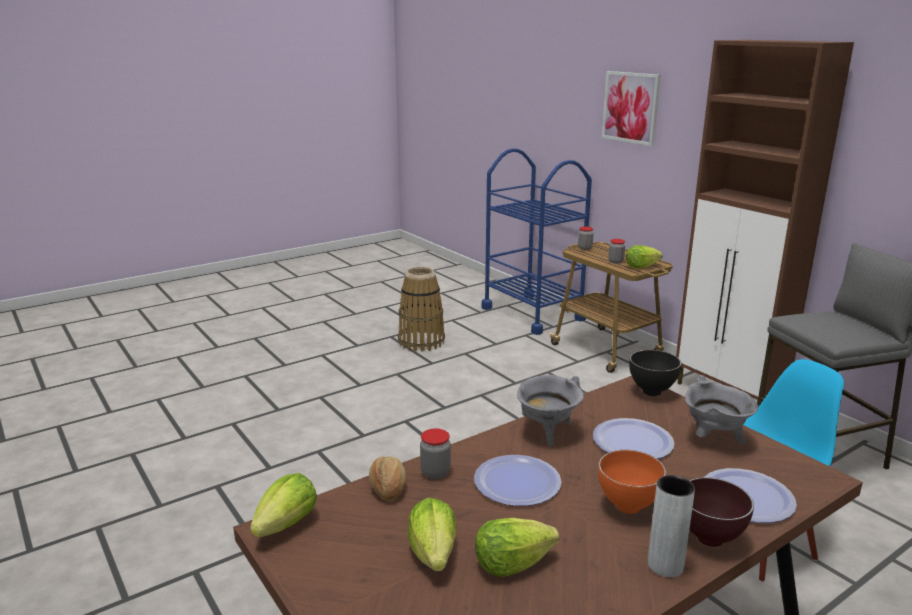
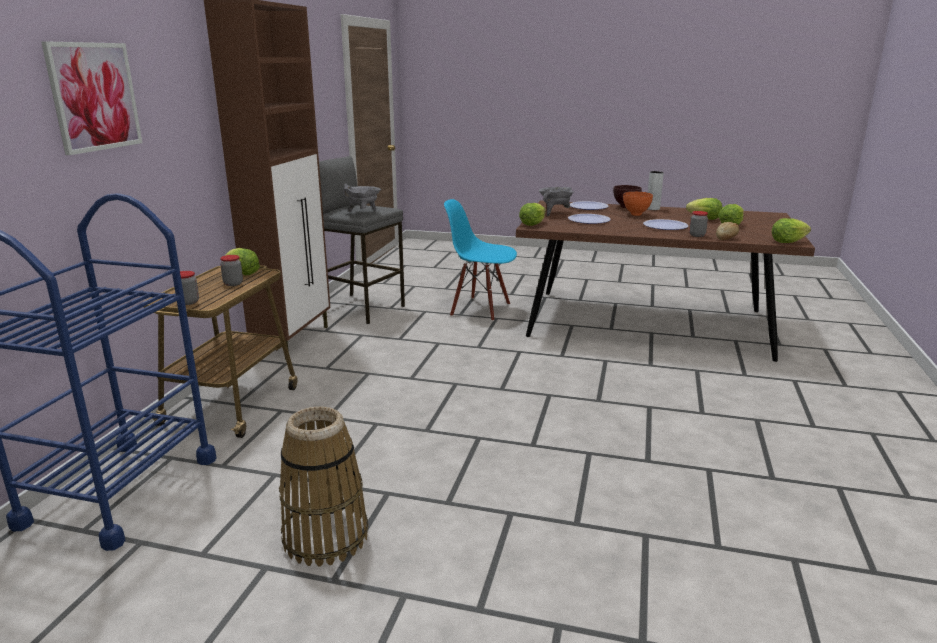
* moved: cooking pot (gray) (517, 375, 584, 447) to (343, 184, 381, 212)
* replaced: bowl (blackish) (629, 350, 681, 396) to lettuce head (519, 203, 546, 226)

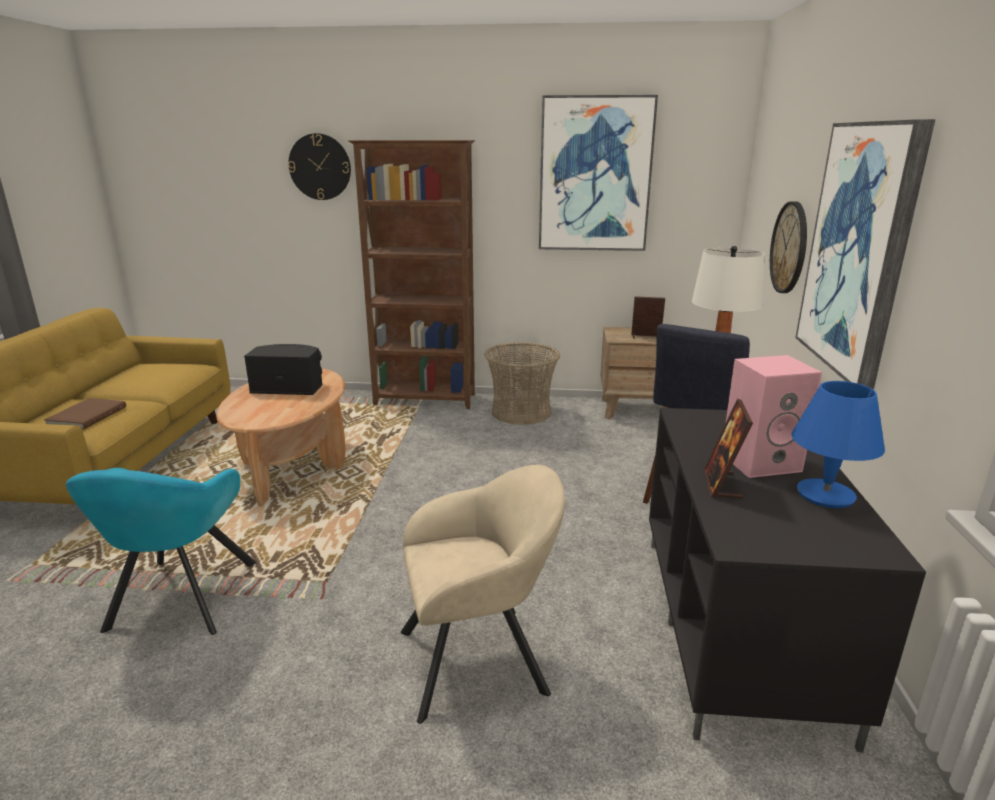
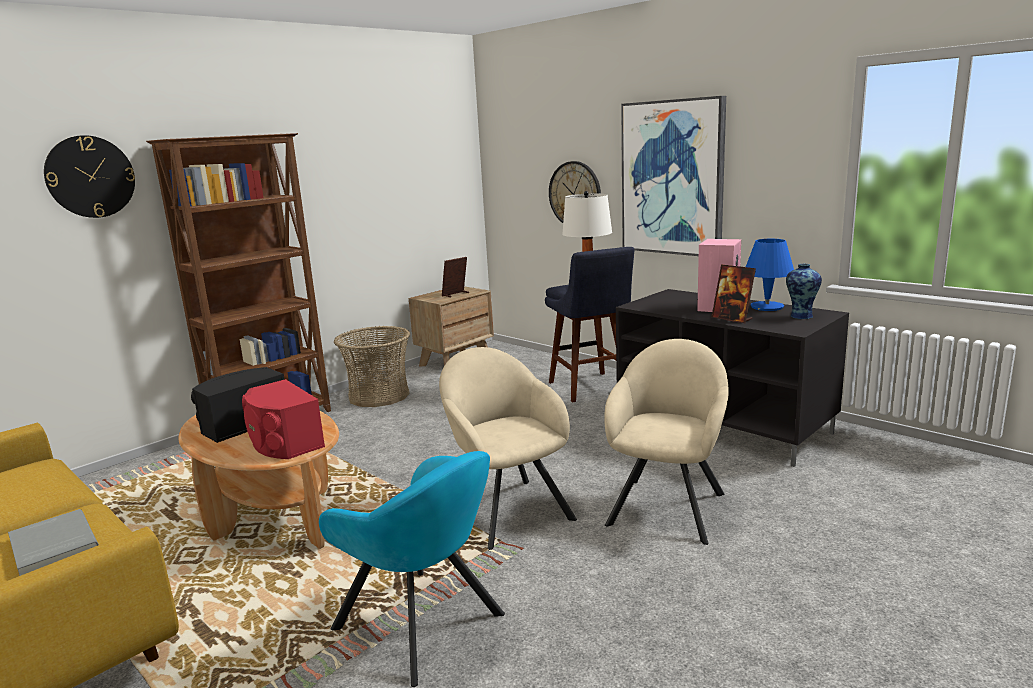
* recoloured: book (brownish) (44, 398, 126, 430) to book (gray) (8, 509, 99, 576)
* removed: wall picture (539, 95, 658, 251)
* added: loudspeaker (red) (242, 379, 325, 459)
* added: lounge chair (sand-coloured) (439, 347, 577, 550)
* added: decorative vase (786, 264, 822, 319)

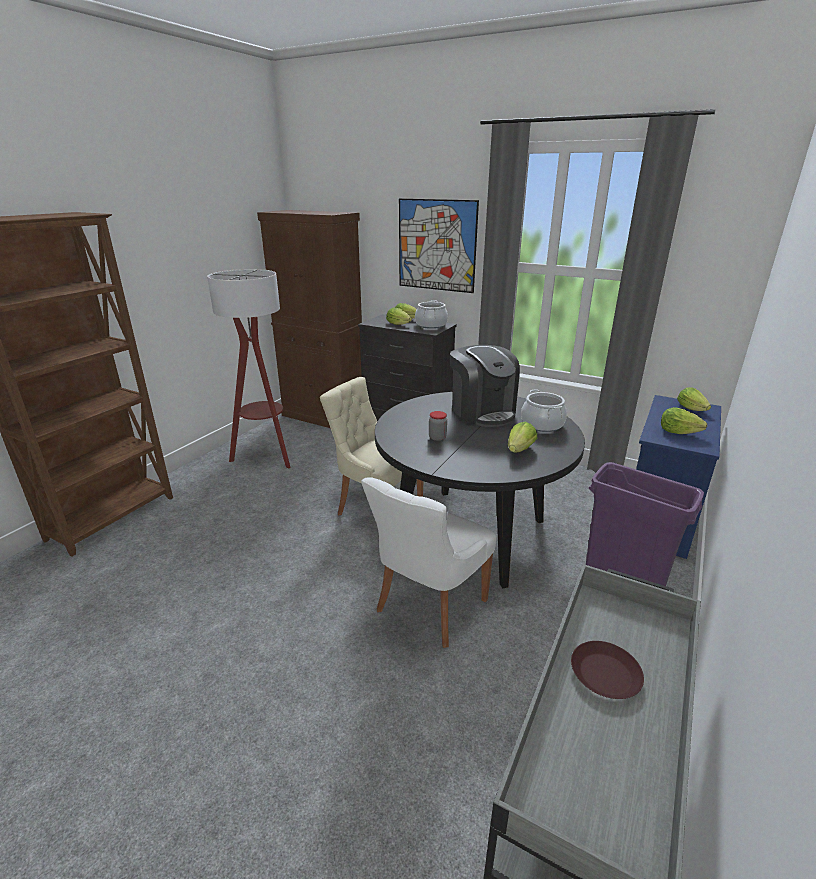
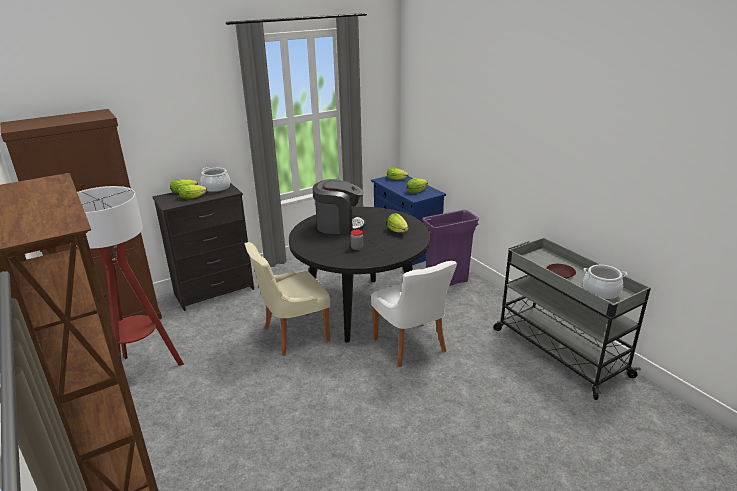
* removed: wall picture (399, 198, 479, 293)
* moved: cooking pot (521, 389, 567, 432) to (583, 265, 628, 300)

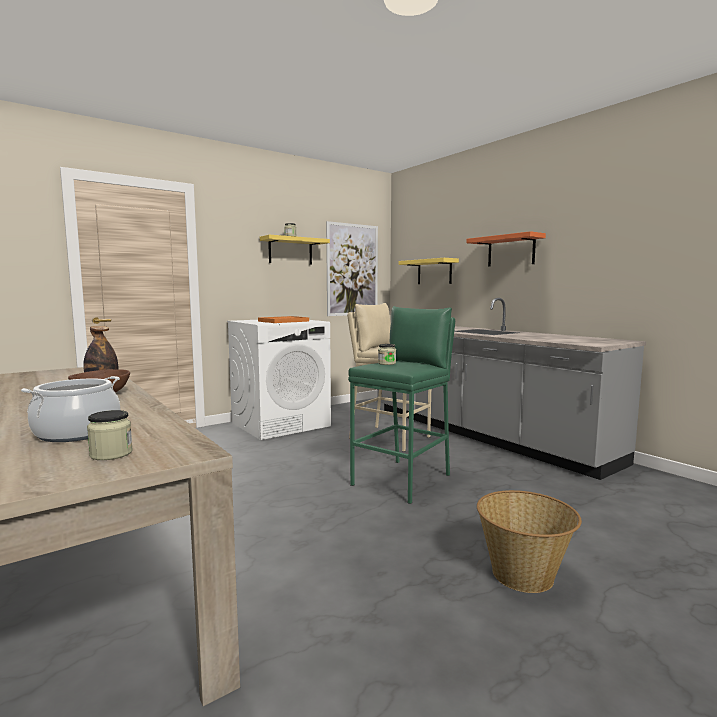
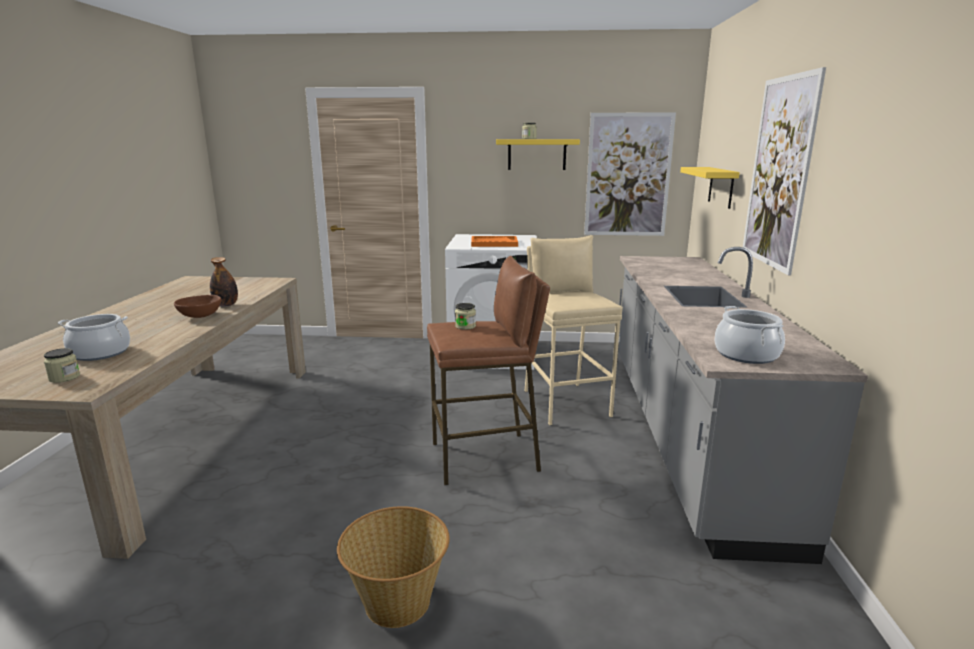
* recoloured: stool seat (green-coloured) (348, 306, 455, 504) to stool seat (brownish) (427, 256, 550, 485)
* replaced: bracket shelf (orange-coloured) (466, 231, 546, 266) to wall picture (743, 67, 826, 275)
* added: cooking pot (714, 306, 785, 364)

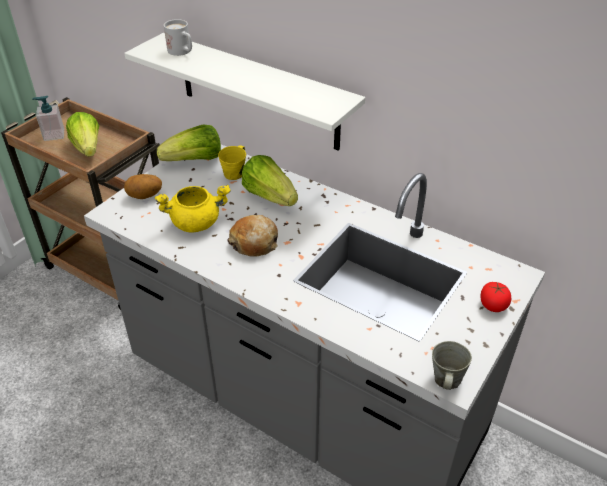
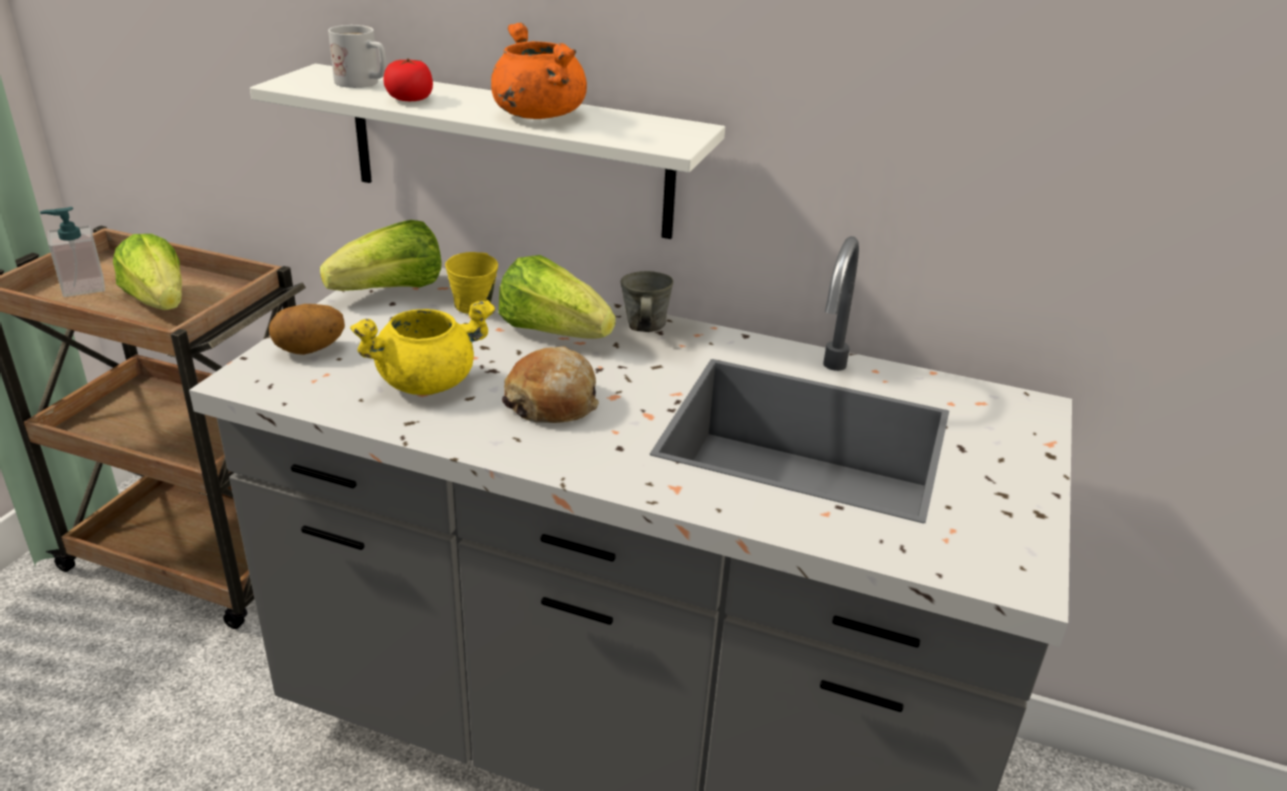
* moved: tea mug (gray) (432, 341, 472, 390) to (621, 271, 673, 332)
* moved: whole tomato (481, 282, 511, 312) to (383, 58, 433, 101)
* added: cooking pot (orange-coloured) (491, 23, 587, 119)

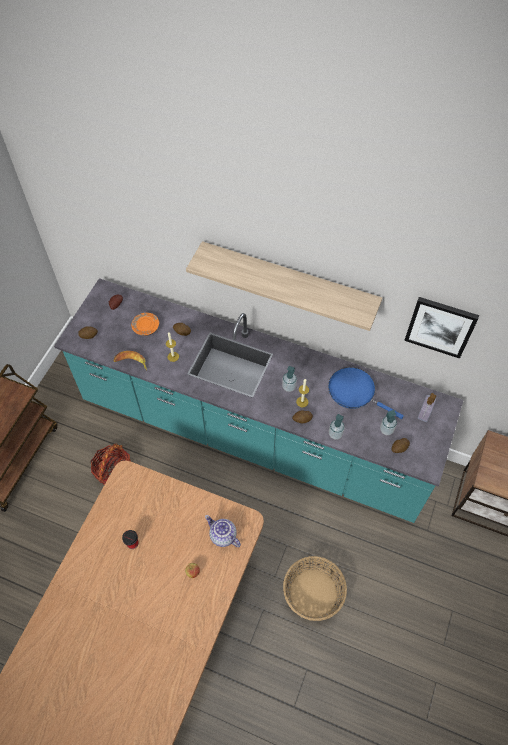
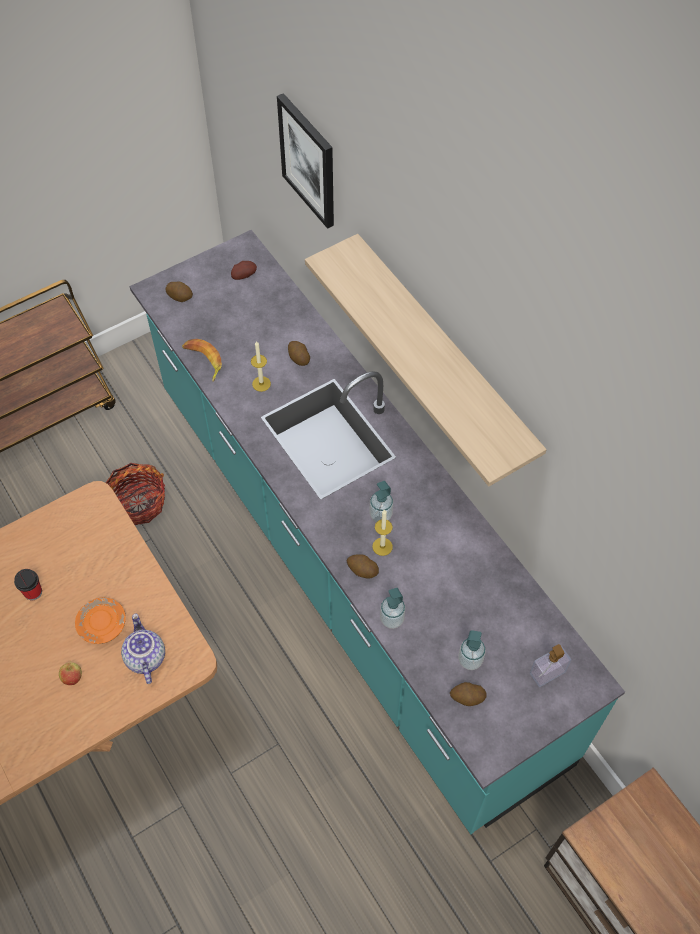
* moved: flat dish (orange-coloured) (131, 313, 159, 336) to (75, 598, 126, 644)
* removed: household basket (283, 556, 347, 621)
* removed: frying pan (bluish) (328, 367, 404, 419)
* moved: wall picture (404, 297, 479, 359) to (277, 93, 334, 229)

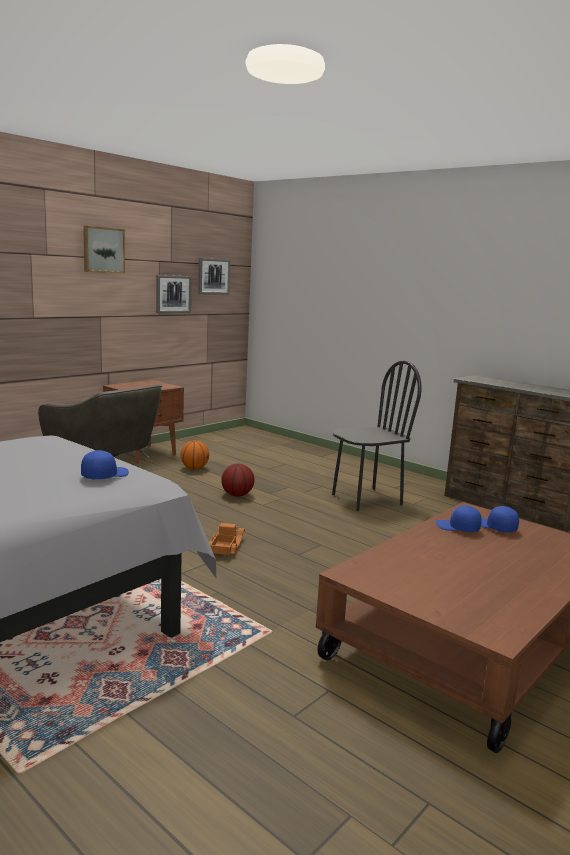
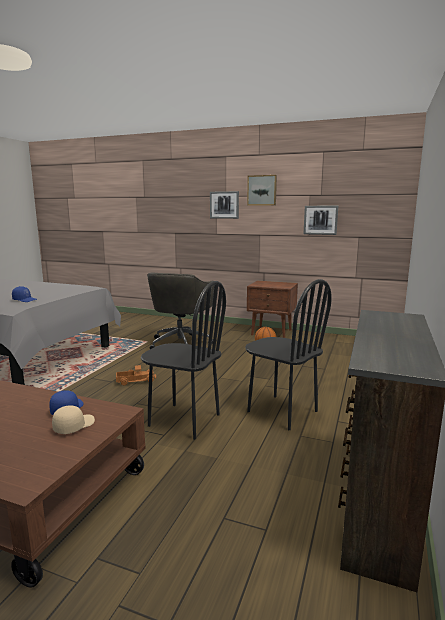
* moved: wall picture (198, 258, 231, 295) to (210, 191, 239, 219)
* removed: ball for basketball (221, 463, 255, 497)
* recoloured: peaked cap (bluish) (481, 506, 519, 533) to peaked cap (sand-coloured) (52, 405, 95, 434)
* added: upright chair (blackish) (141, 281, 226, 440)

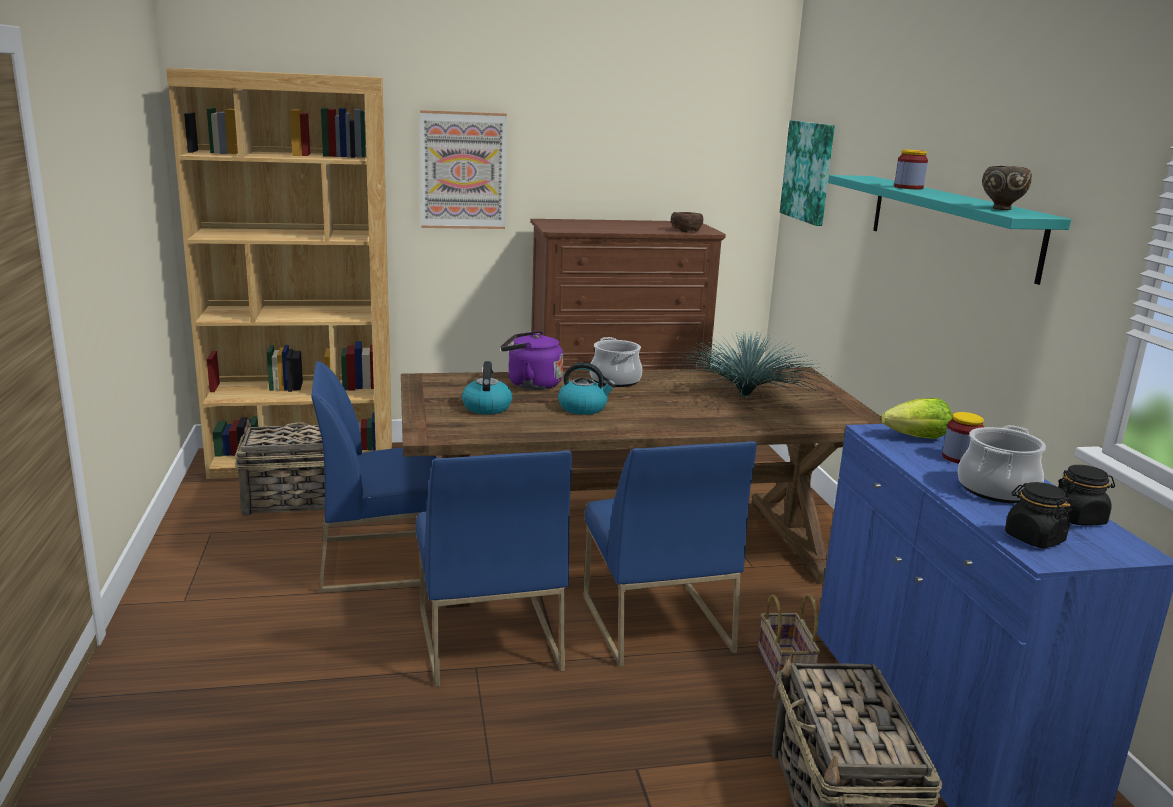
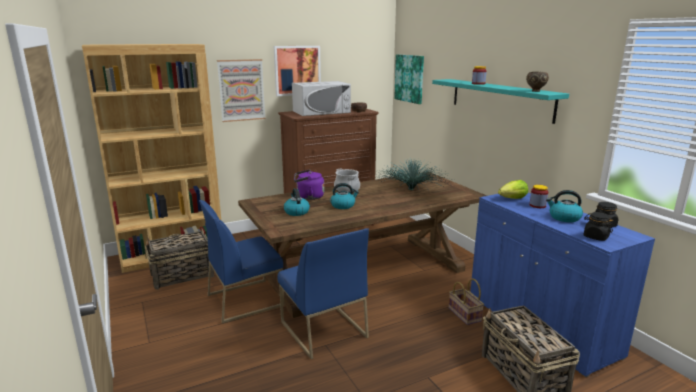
* removed: upright chair (bluish) (584, 441, 757, 667)
* replaced: cooking pot (958, 425, 1046, 503) to tea kettle (546, 190, 583, 222)
* added: wall picture (274, 46, 321, 96)
* added: kitchen microwave (whitish) (292, 81, 351, 116)

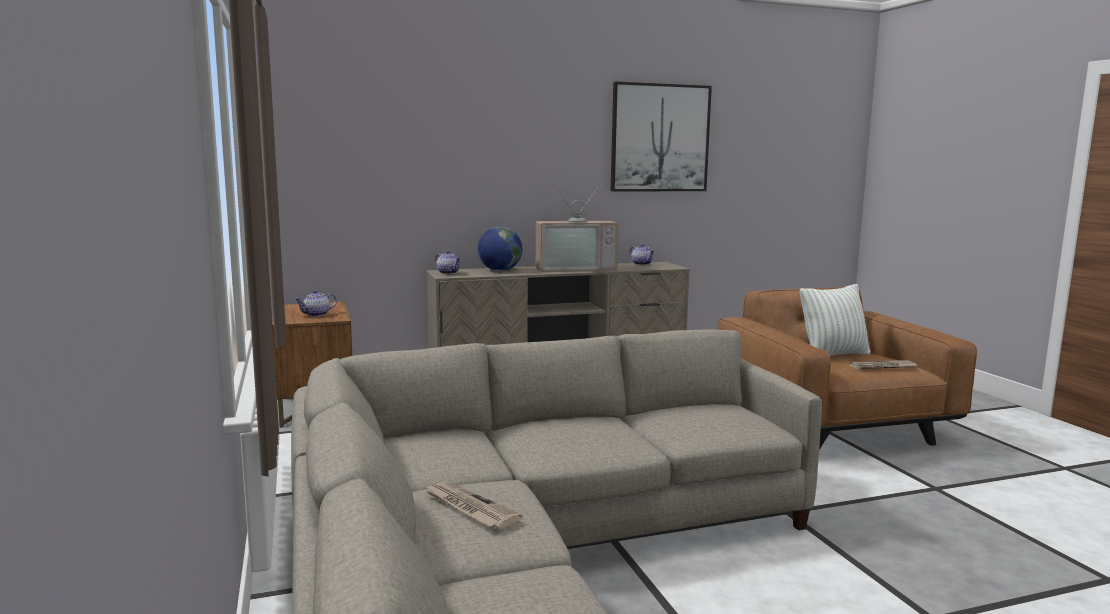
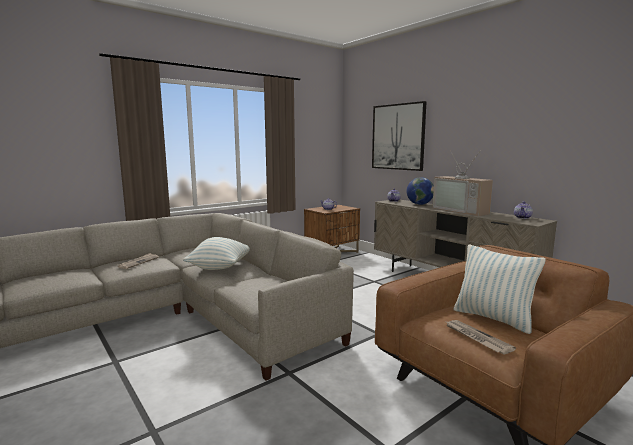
* moved: wall picture (611, 82, 712, 192) to (372, 101, 427, 171)
* added: cushion (183, 237, 250, 270)

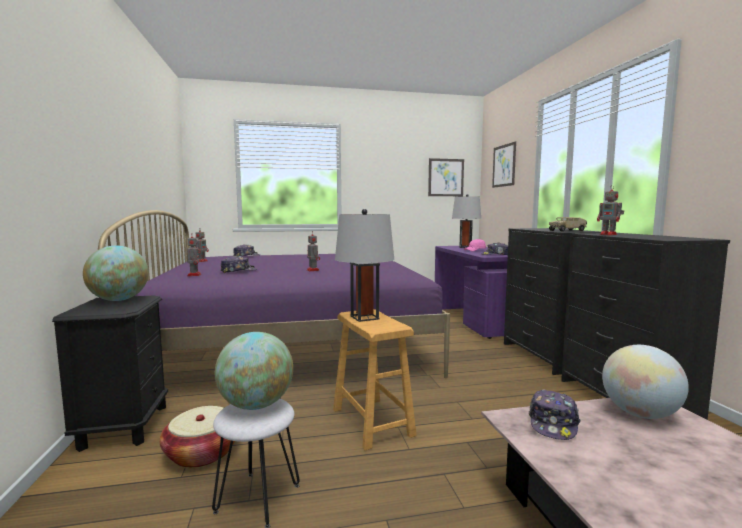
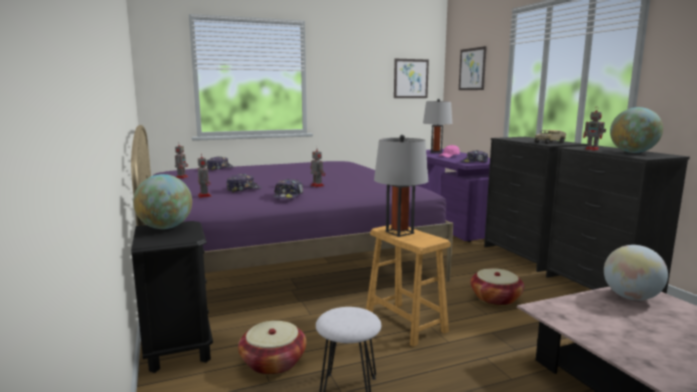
* moved: world globe (215, 332, 293, 410) to (610, 107, 663, 153)
* moved: peaked cap (529, 389, 581, 440) to (273, 179, 303, 199)
* added: household basket (471, 268, 524, 306)

